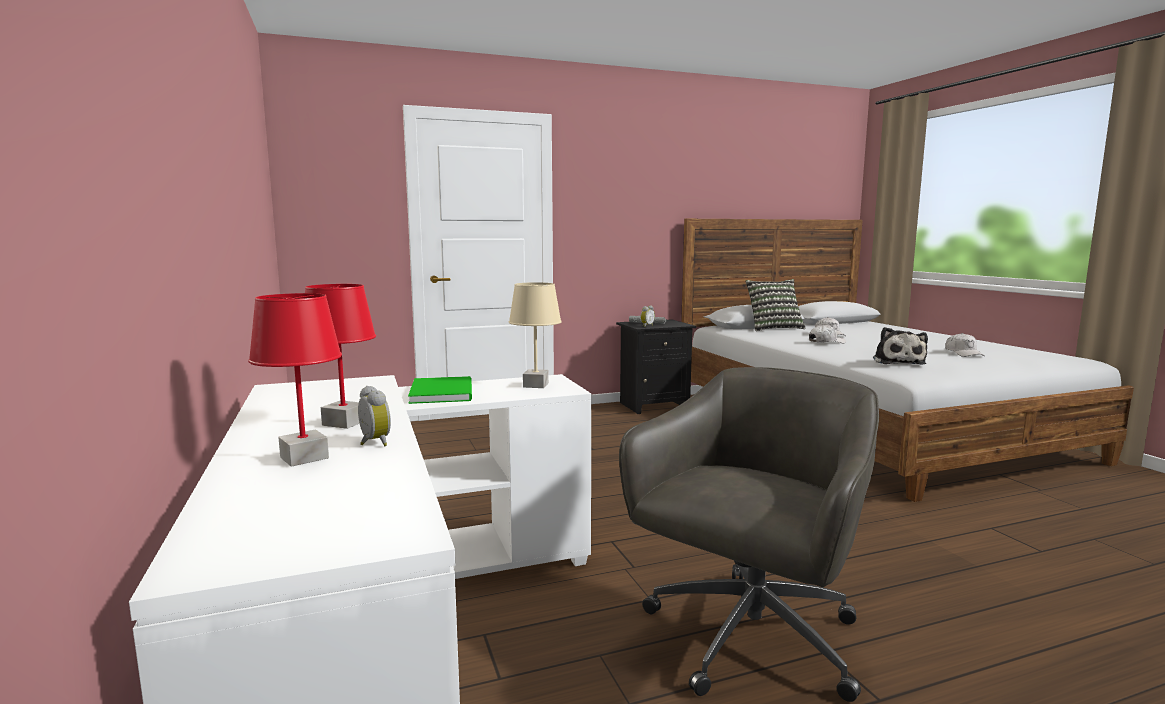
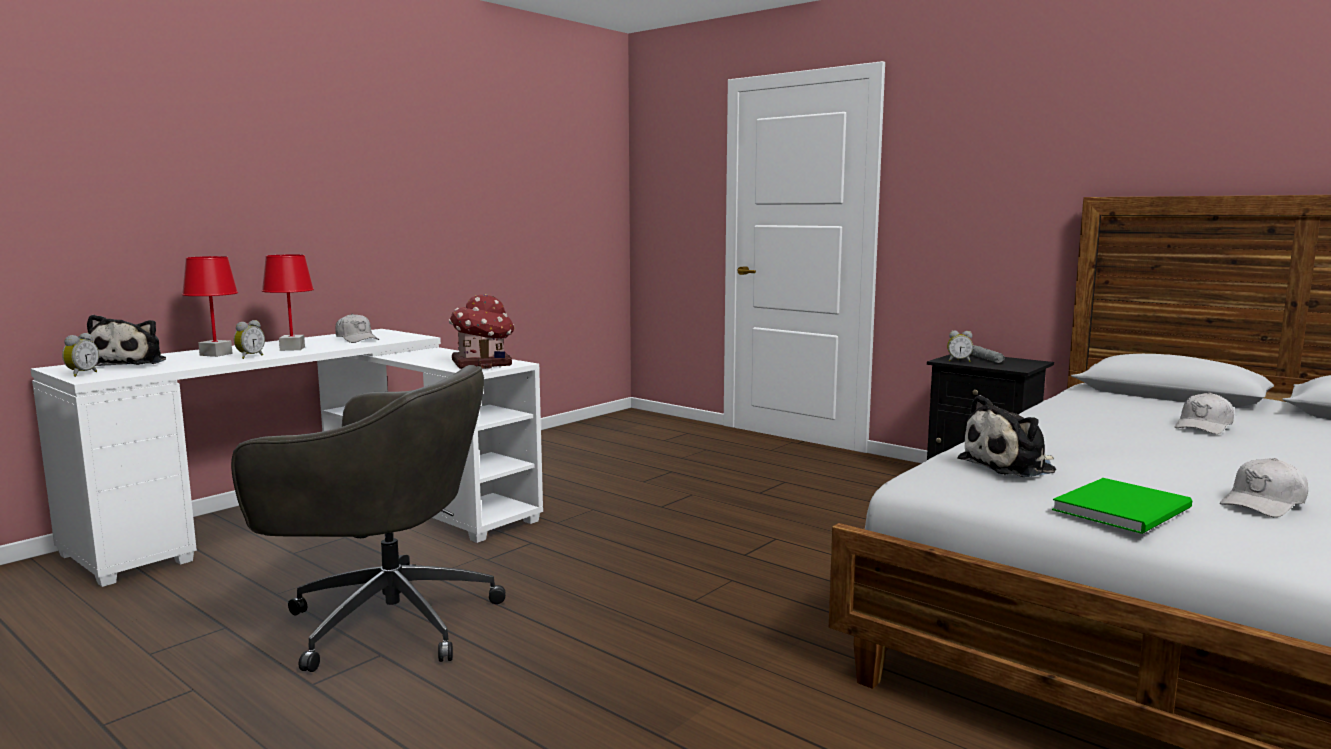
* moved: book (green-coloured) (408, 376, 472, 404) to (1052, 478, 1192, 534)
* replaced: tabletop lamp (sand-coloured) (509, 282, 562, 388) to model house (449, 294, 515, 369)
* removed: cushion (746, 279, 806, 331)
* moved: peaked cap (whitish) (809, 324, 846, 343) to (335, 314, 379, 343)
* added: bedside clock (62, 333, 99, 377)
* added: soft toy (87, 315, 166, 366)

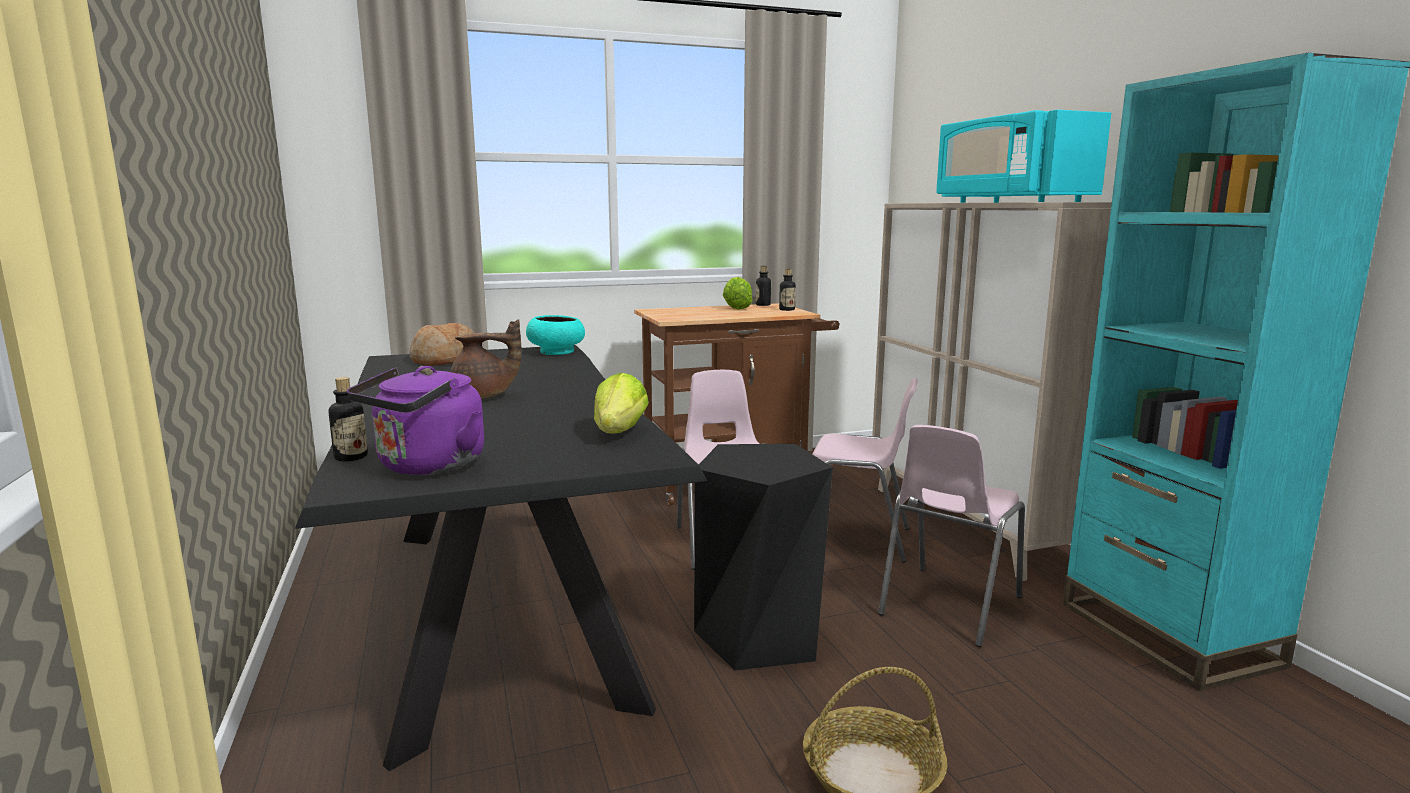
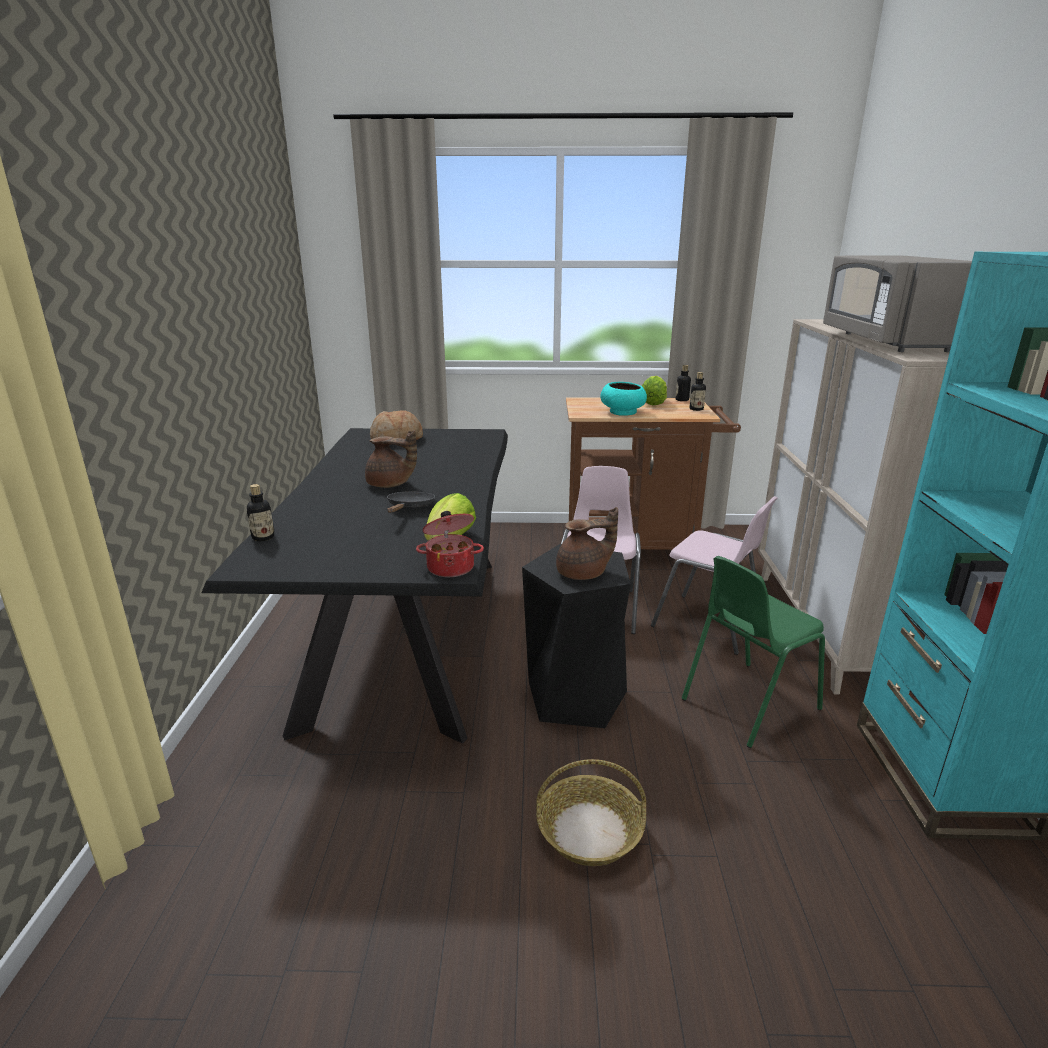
* removed: tea kettle (purplish) (347, 366, 484, 475)
* moved: bowl (turquoise-coloured) (526, 315, 585, 355) to (601, 382, 647, 416)
* recoloured: upright chair (pink-coloured) (878, 425, 1025, 647) to upright chair (green-coloured) (682, 556, 825, 748)
* recoloured: kitchen microwave (turquoise-coloured) (936, 110, 1111, 203) to kitchen microwave (gray) (823, 255, 972, 352)
* added: frying pan (blackish) (387, 491, 435, 513)
* added: cooking pot (416, 511, 484, 577)
* added: tea pot (brownish) (556, 507, 618, 580)

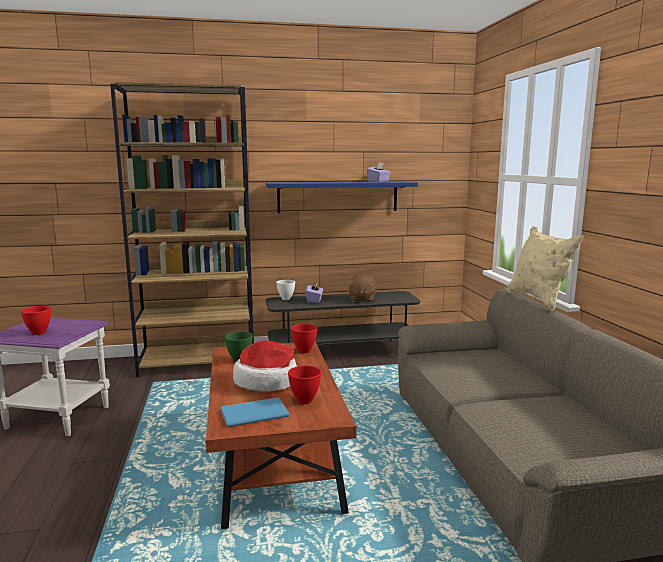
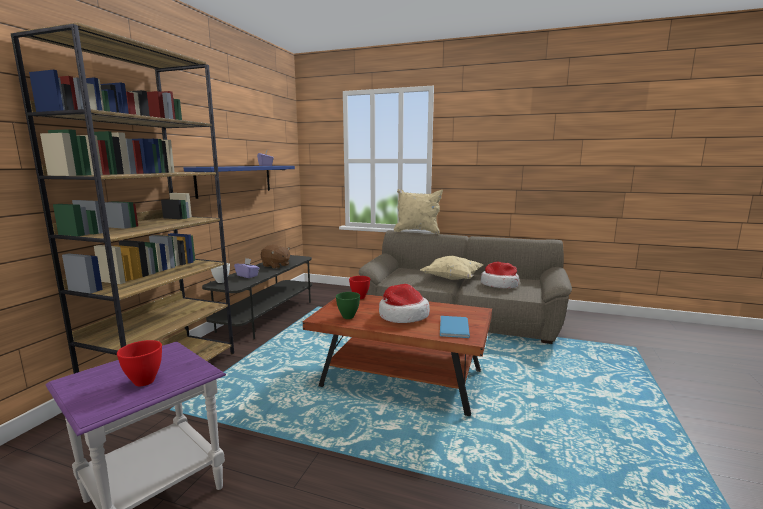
* removed: bowl (red) (288, 366, 321, 404)
* added: cushion (sand-coloured) (420, 256, 483, 280)
* added: hat (481, 262, 519, 288)

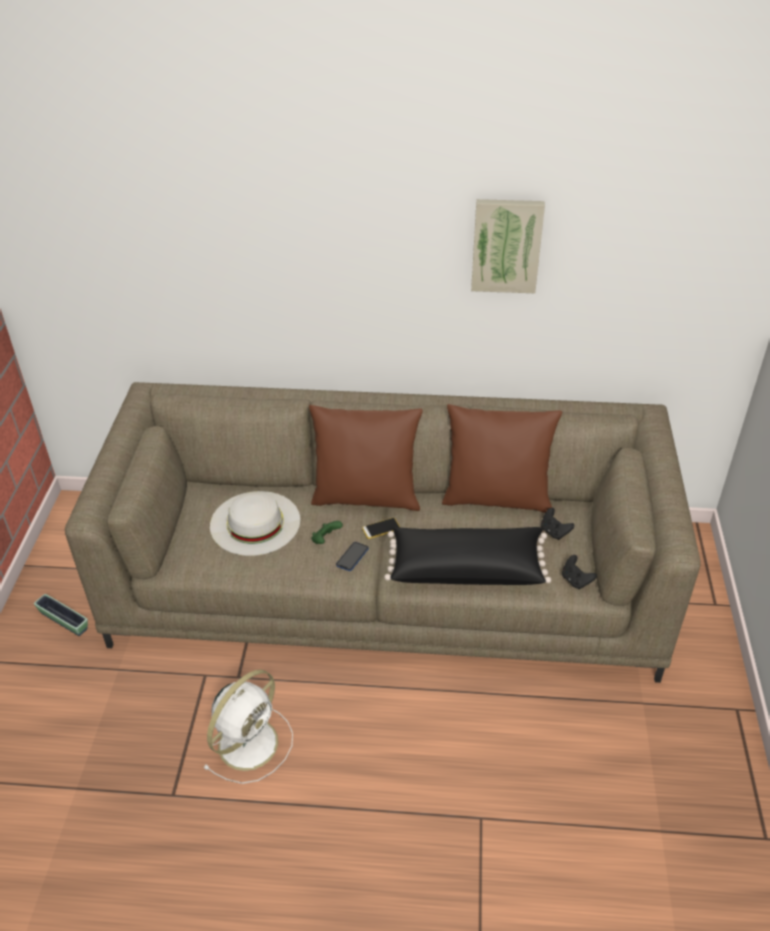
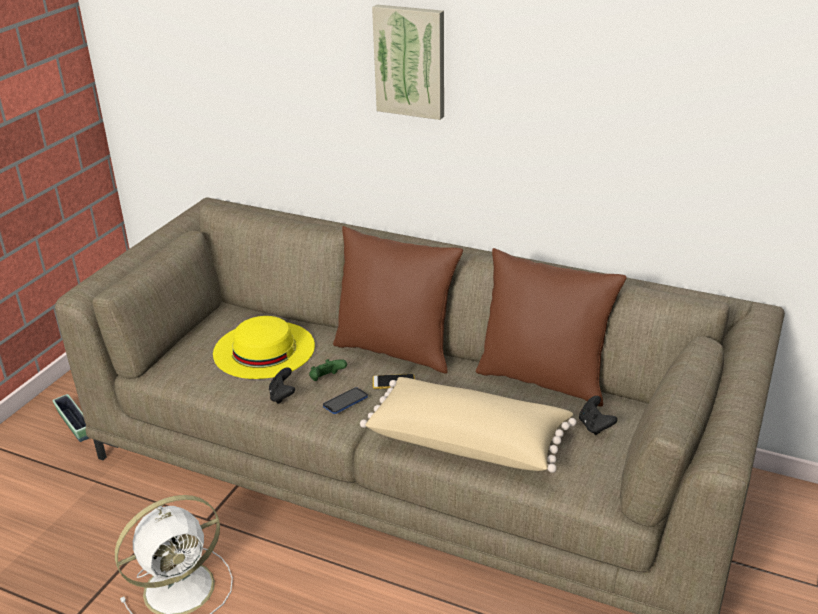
* recoloured: hat (whitish) (210, 491, 300, 556) to hat (yellowish) (213, 316, 315, 379)
* recoloured: cushion (blackish) (384, 527, 551, 585) to cushion (sand-coloured) (360, 377, 577, 473)
* moved: wall picture (471, 199, 545, 293) to (372, 5, 444, 120)
* moved: game controller (blackish) (562, 555, 597, 589) to (269, 367, 295, 404)

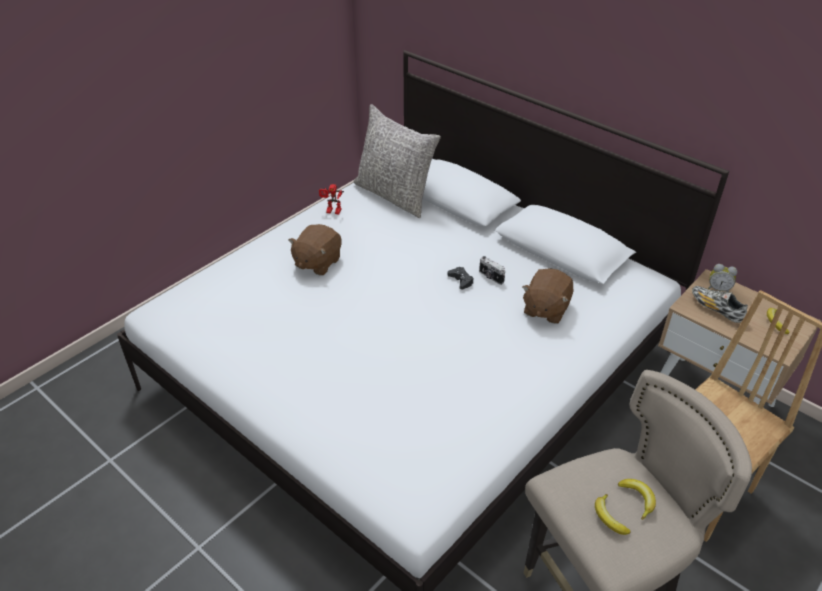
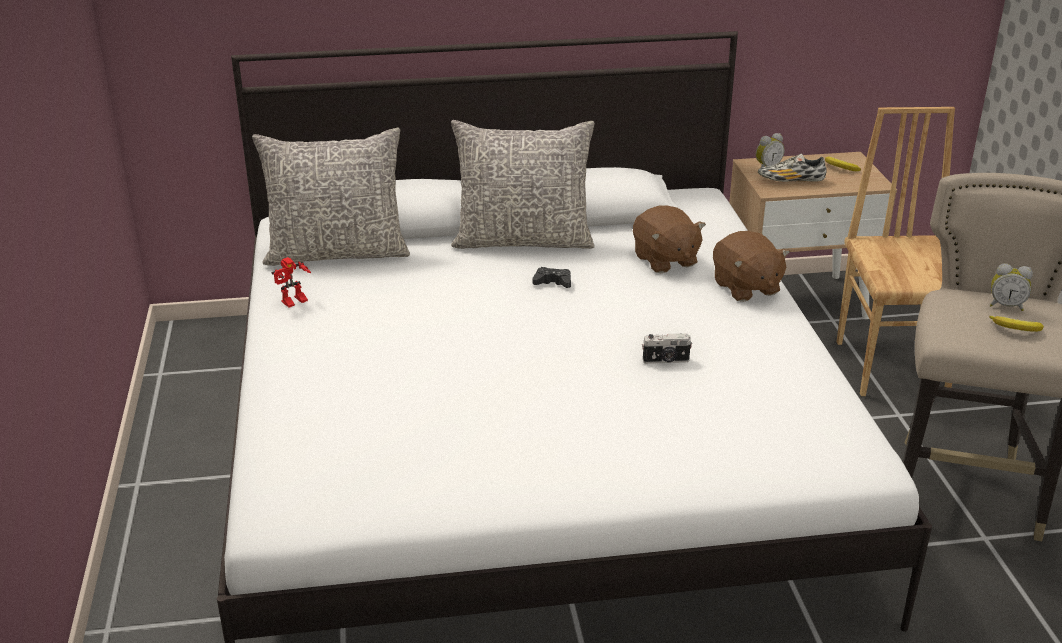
* moved: soft toy (brownish) (288, 224, 342, 276) to (713, 231, 790, 302)
* moved: photo camera (479, 256, 505, 285) to (642, 333, 692, 364)
* replaced: banana (618, 479, 656, 520) to bedside clock (990, 263, 1033, 311)
* added: cushion (gray) (451, 120, 595, 249)

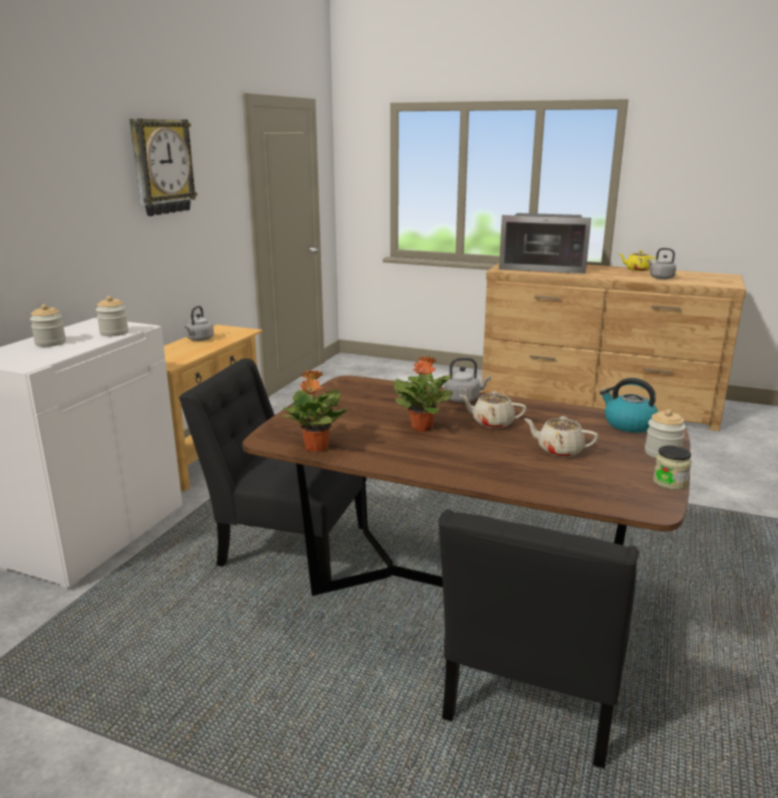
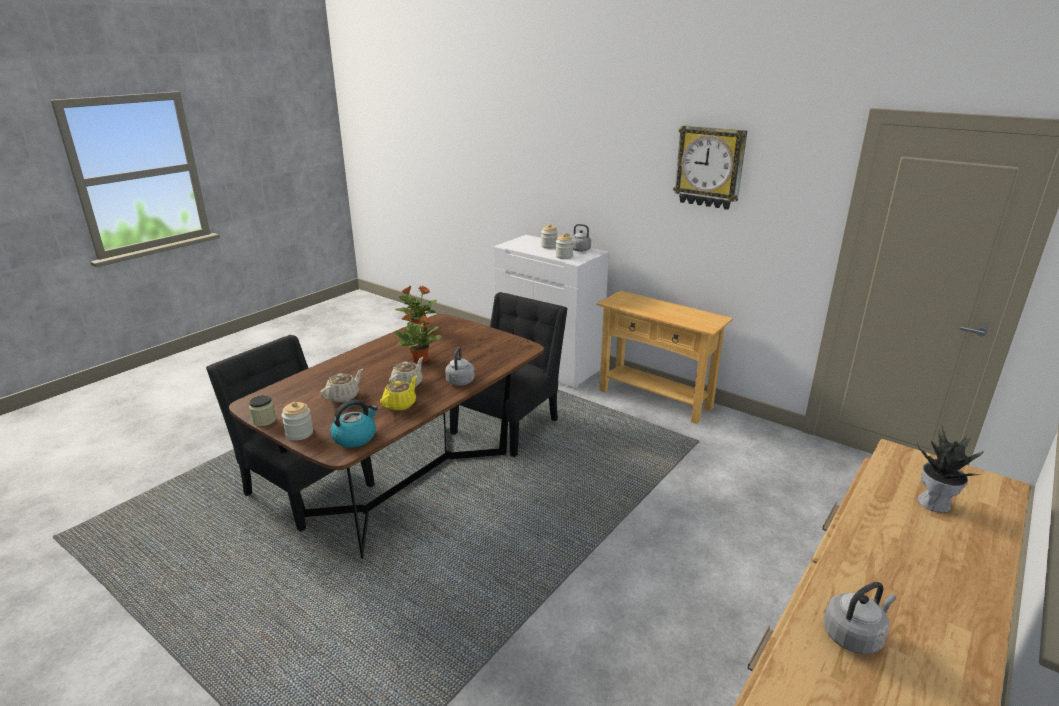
* moved: tea kettle (gray) (185, 306, 214, 341) to (566, 224, 591, 252)
* replaced: kitchen microwave (499, 213, 591, 274) to potted plant (917, 425, 984, 513)
* moved: tea pot (yellowish) (619, 250, 659, 271) to (380, 375, 417, 411)

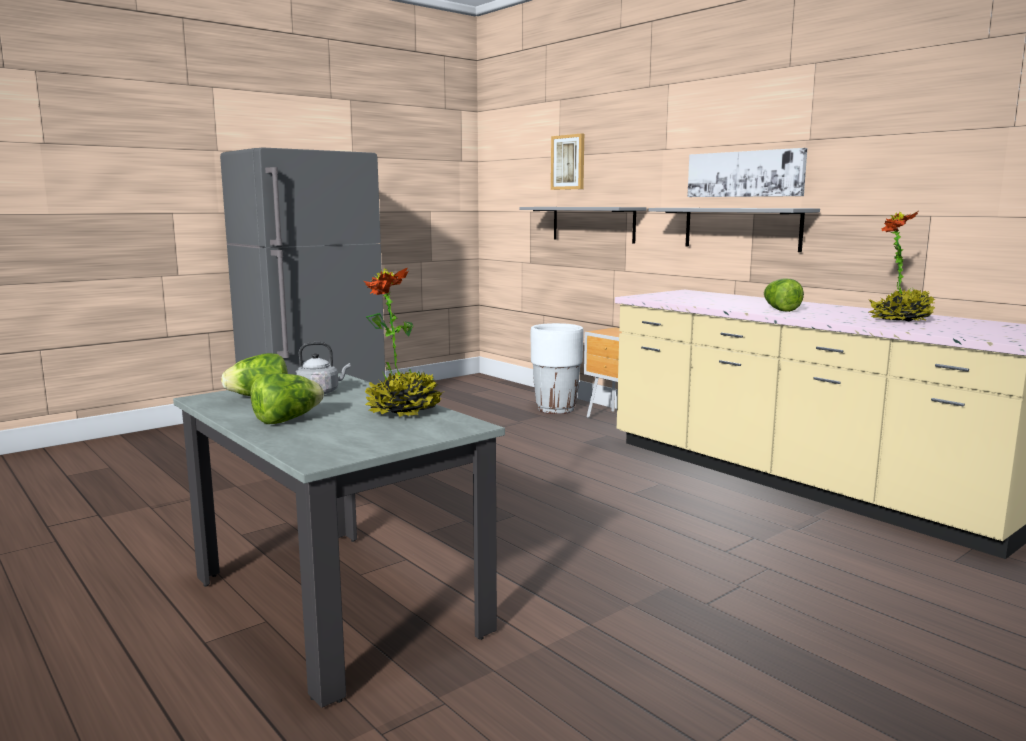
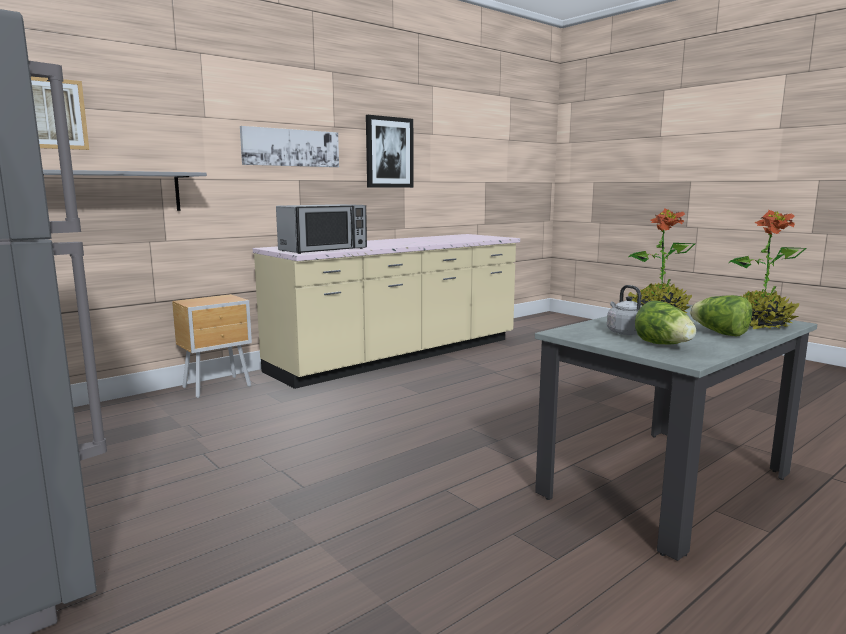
* removed: plant pot (whitish) (530, 323, 584, 414)
* removed: bracket shelf (gray) (649, 208, 820, 252)
* removed: lettuce head (764, 278, 804, 312)
* moved: potted plant (869, 211, 935, 321) to (729, 210, 807, 329)
* added: kitchen microwave (276, 204, 367, 254)
* added: wall picture (366, 115, 414, 188)

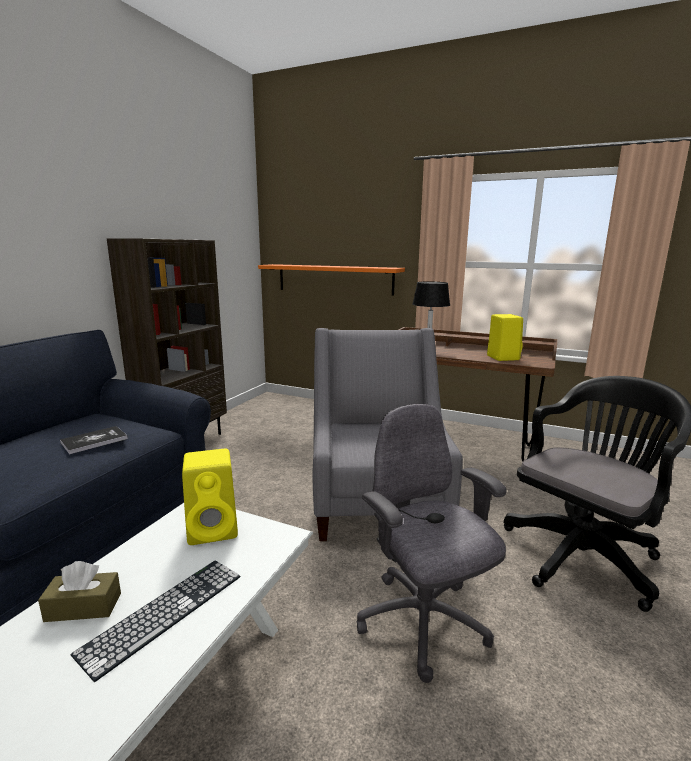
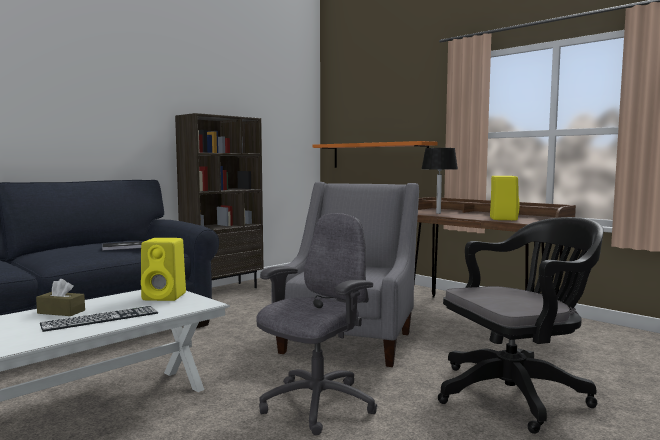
* turned: office chair (gray) (357, 404, 506, 683) = (256, 213, 377, 435) 45 degrees clockwise

